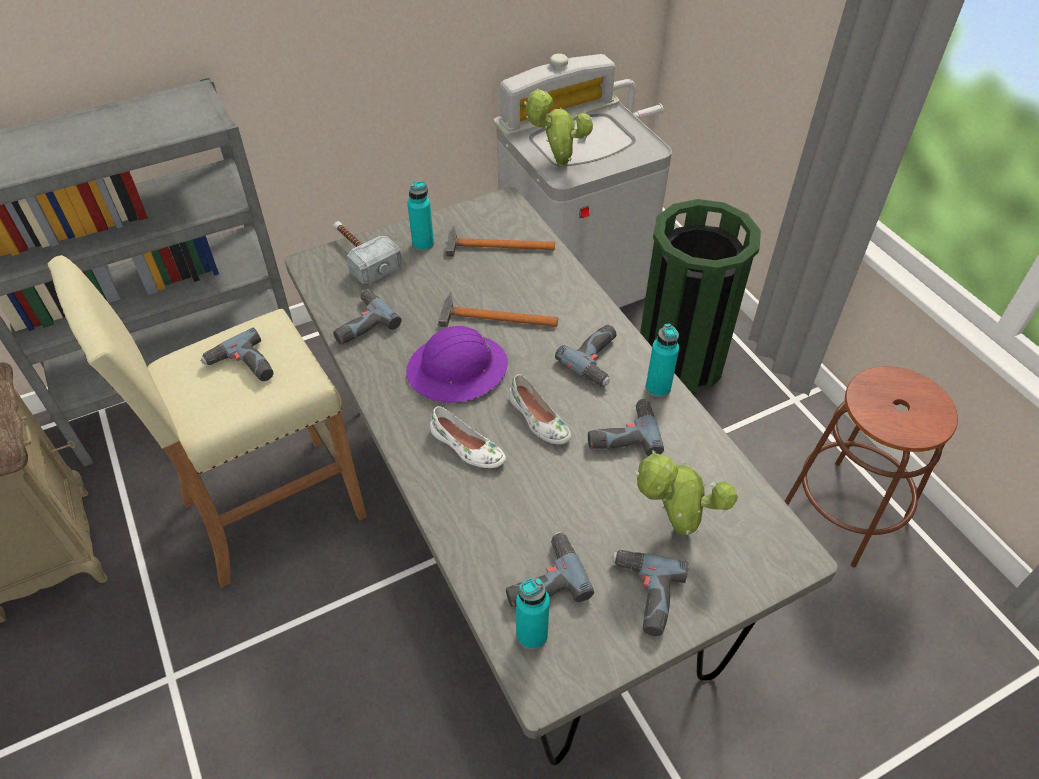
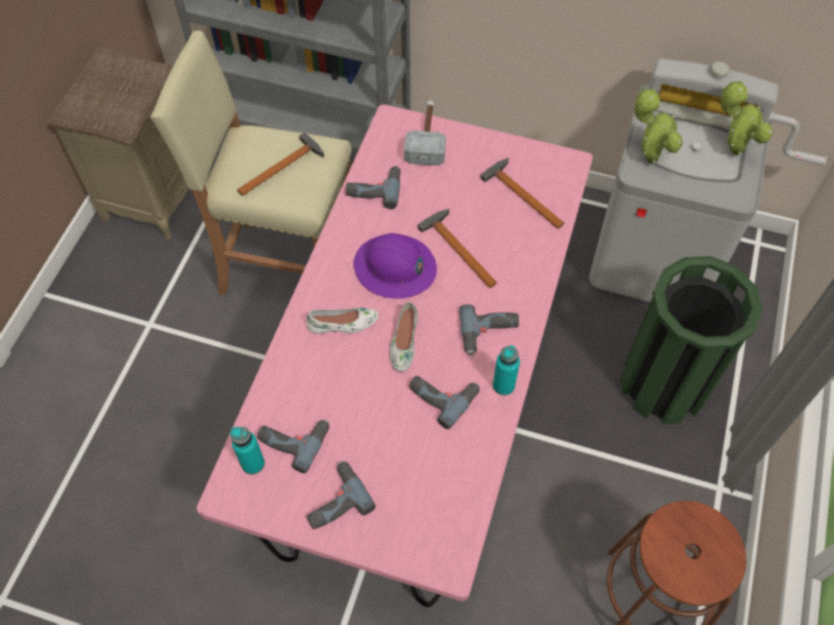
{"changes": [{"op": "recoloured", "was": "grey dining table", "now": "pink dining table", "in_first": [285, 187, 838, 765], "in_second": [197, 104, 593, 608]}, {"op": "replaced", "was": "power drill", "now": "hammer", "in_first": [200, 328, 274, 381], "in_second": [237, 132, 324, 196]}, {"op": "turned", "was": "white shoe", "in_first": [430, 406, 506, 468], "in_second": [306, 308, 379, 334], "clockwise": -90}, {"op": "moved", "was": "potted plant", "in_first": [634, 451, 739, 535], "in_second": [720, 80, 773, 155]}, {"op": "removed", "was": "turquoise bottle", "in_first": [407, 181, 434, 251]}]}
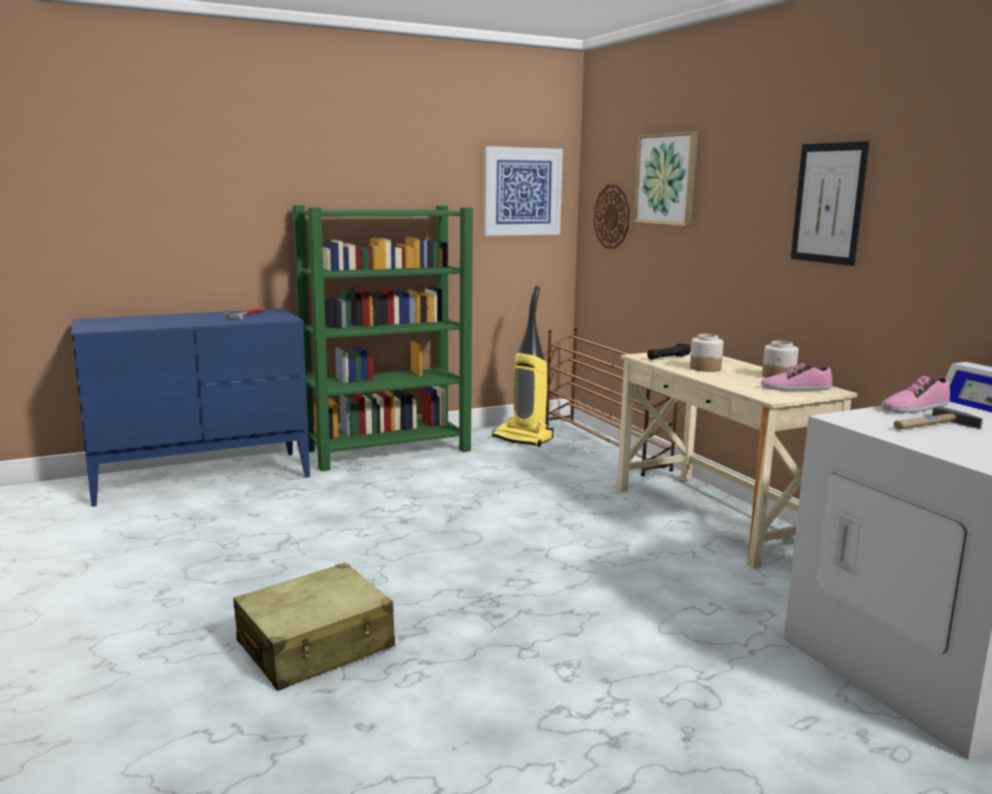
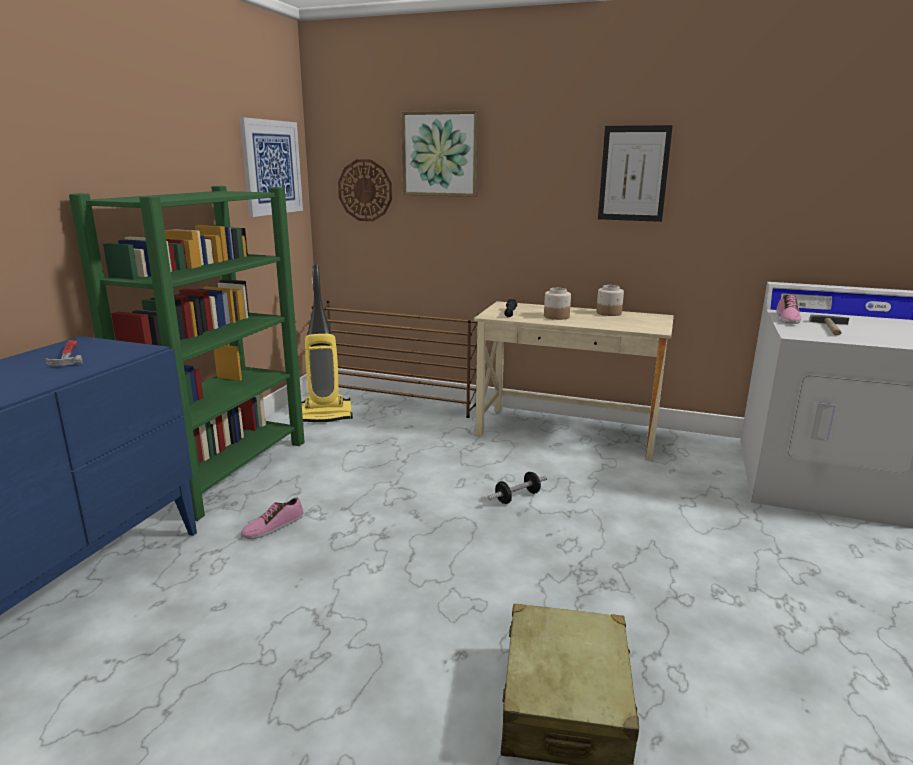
{"changes": [{"op": "moved", "was": "shoe", "in_first": [761, 363, 832, 391], "in_second": [241, 498, 303, 539]}, {"op": "added", "now": "dumbbell", "in_second": [487, 472, 547, 504]}]}
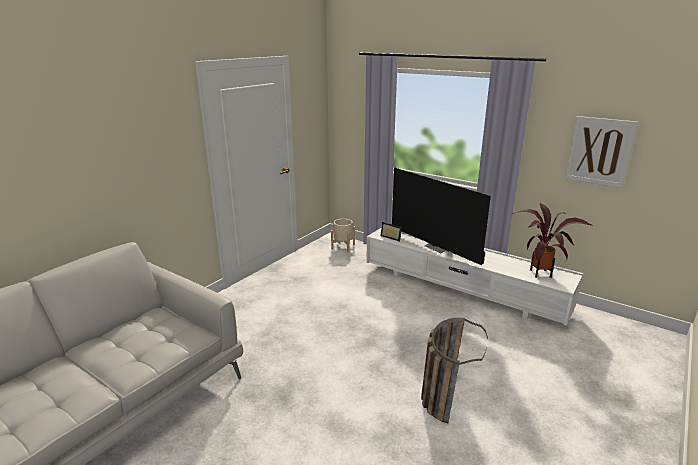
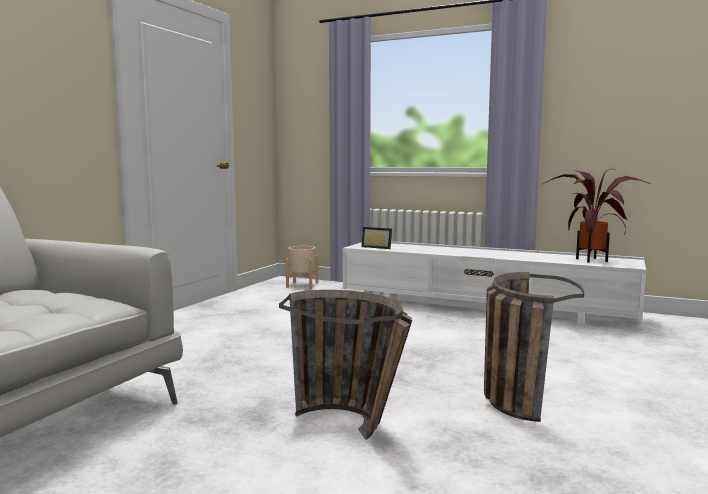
{"changes": [{"op": "added", "now": "basket", "in_second": [279, 290, 412, 440]}, {"op": "removed", "was": "television", "in_first": [392, 168, 491, 265]}, {"op": "removed", "was": "picture", "in_first": [565, 116, 638, 188]}]}
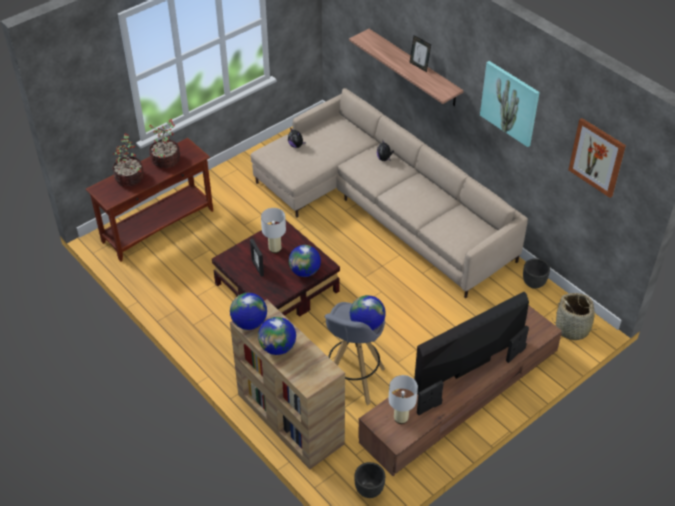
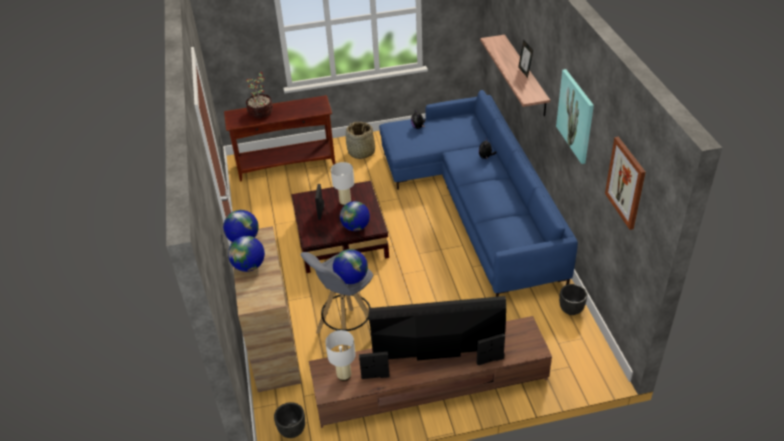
{"changes": [{"op": "moved", "was": "basket", "in_first": [552, 293, 601, 340], "in_second": [346, 122, 375, 159]}, {"op": "recoloured", "was": "beige sofa", "now": "blue sofa", "in_first": [250, 88, 528, 298], "in_second": [379, 90, 578, 297]}, {"op": "removed", "was": "potted plant", "in_first": [149, 119, 180, 168]}]}
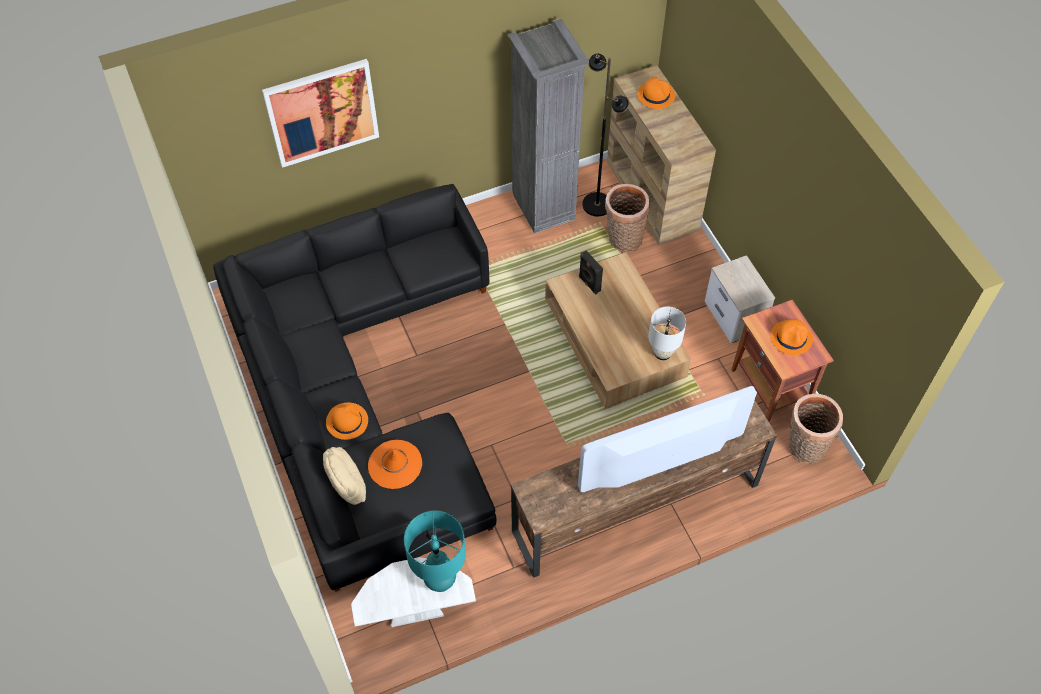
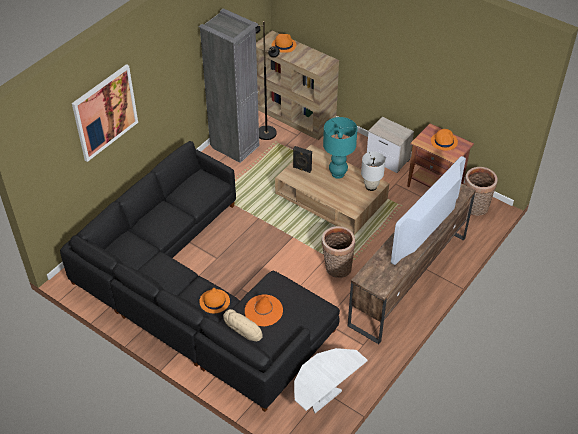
{"changes": [{"op": "moved", "was": "basket", "in_first": [605, 184, 649, 252], "in_second": [321, 226, 355, 278]}, {"op": "moved", "was": "turquoise table lamp", "in_first": [404, 510, 466, 592], "in_second": [323, 117, 357, 179]}]}
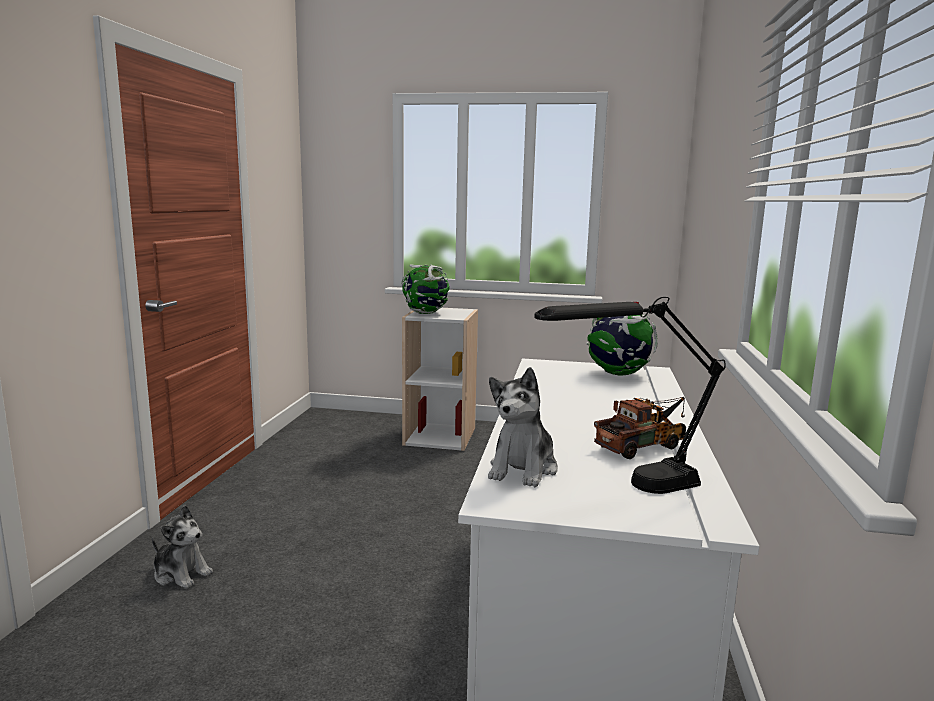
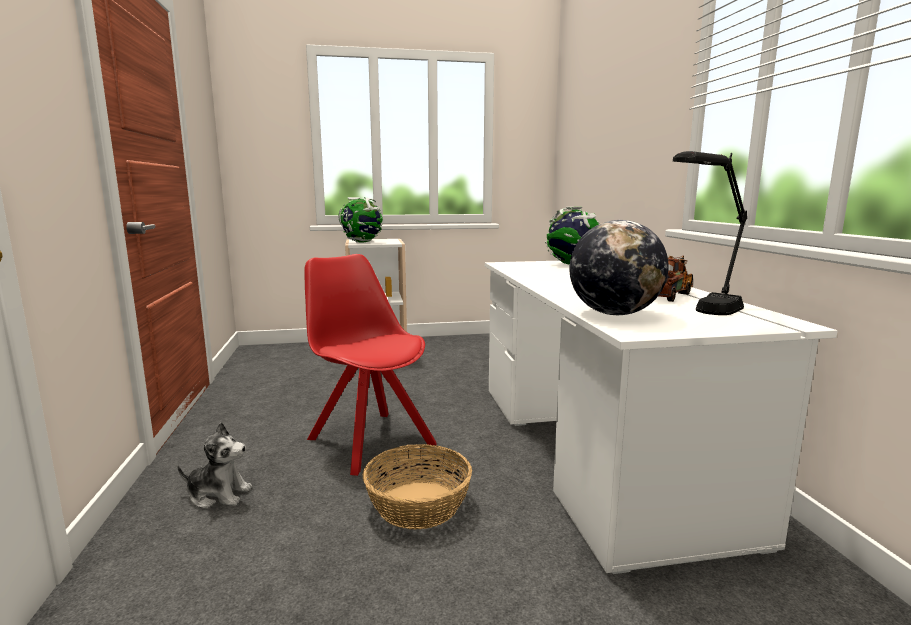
{"changes": [{"op": "added", "now": "red chair", "in_second": [304, 254, 436, 476]}, {"op": "added", "now": "basket", "in_second": [362, 444, 472, 529]}, {"op": "replaced", "was": "plush toy", "now": "globe", "in_first": [488, 367, 558, 487], "in_second": [569, 220, 669, 315]}]}
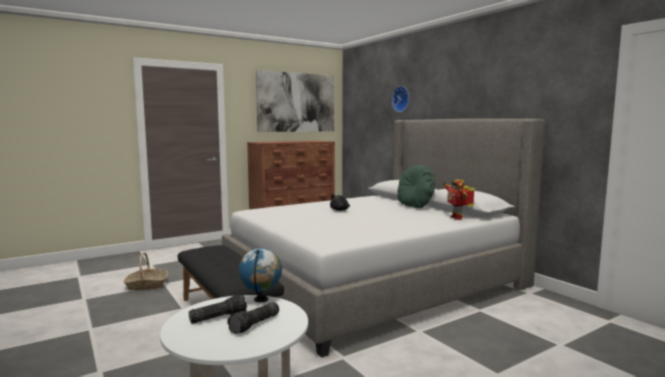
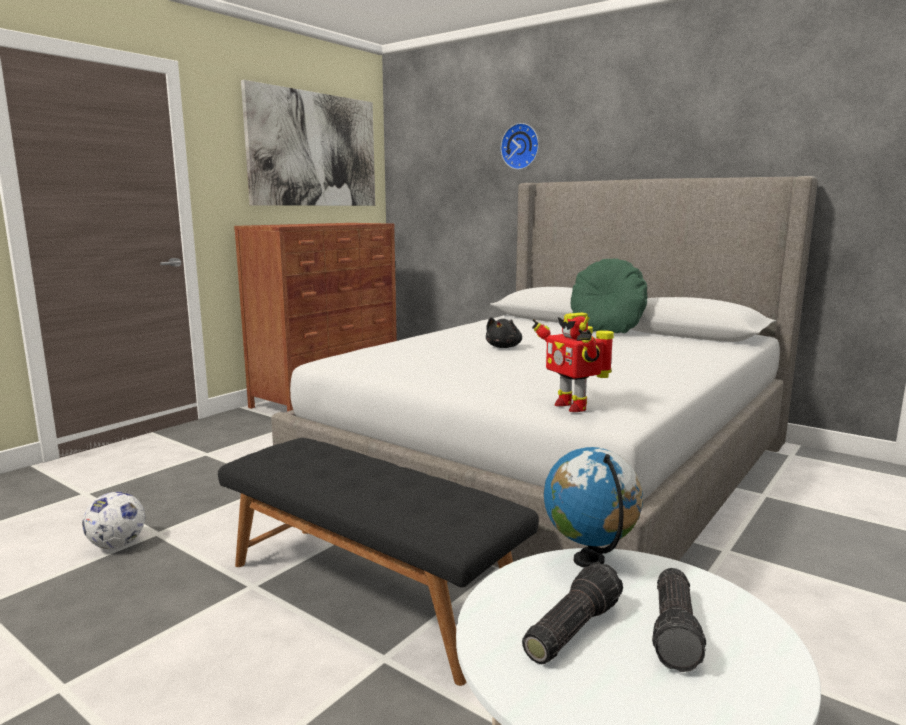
{"changes": [{"op": "replaced", "was": "basket", "now": "football", "in_first": [124, 253, 168, 290], "in_second": [82, 492, 145, 549]}, {"op": "moved", "was": "toy robot", "in_first": [443, 180, 475, 220], "in_second": [532, 312, 614, 412]}]}
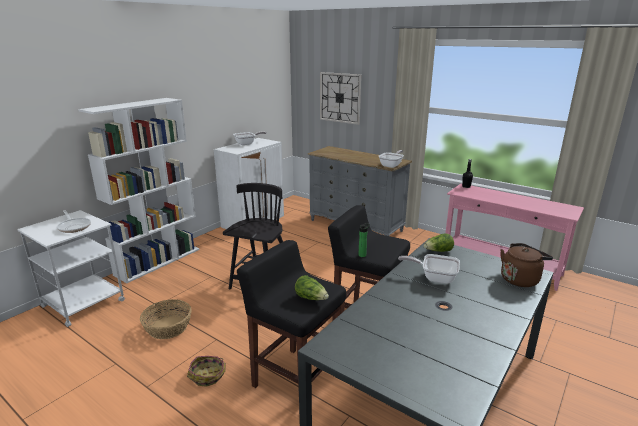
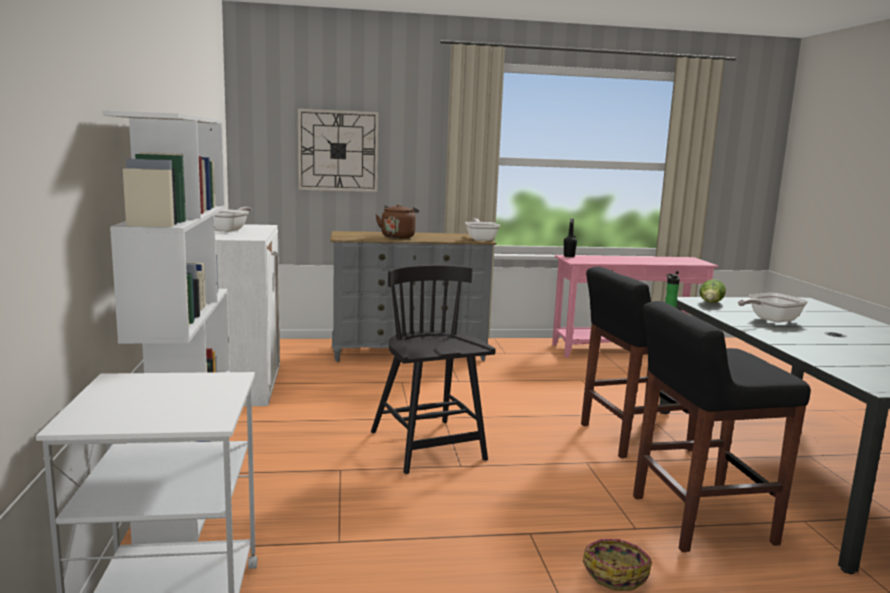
{"changes": [{"op": "moved", "was": "brown kettle", "in_first": [500, 243, 553, 287], "in_second": [375, 204, 419, 239]}, {"op": "removed", "was": "frying pan", "in_first": [57, 210, 91, 233]}, {"op": "removed", "was": "basket", "in_first": [140, 299, 192, 339]}, {"op": "removed", "was": "lettuce", "in_first": [295, 275, 329, 300]}]}
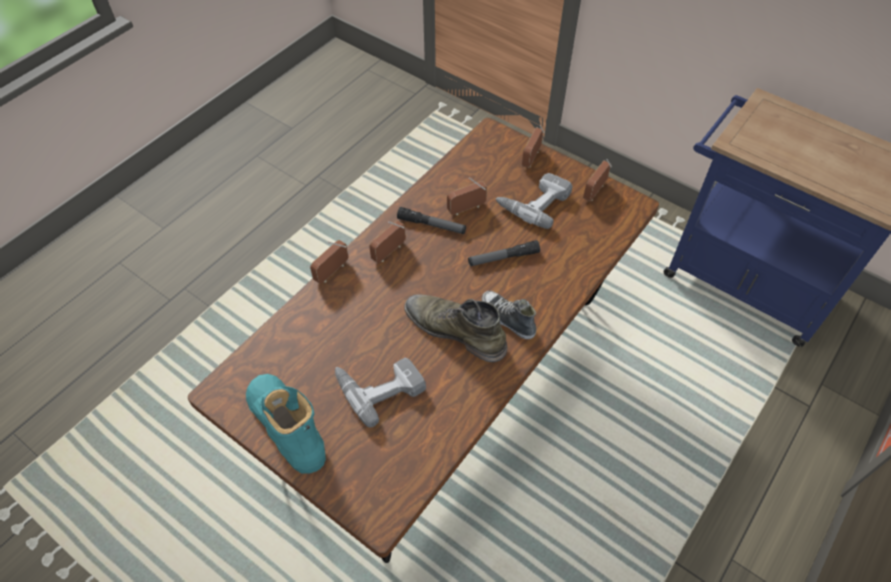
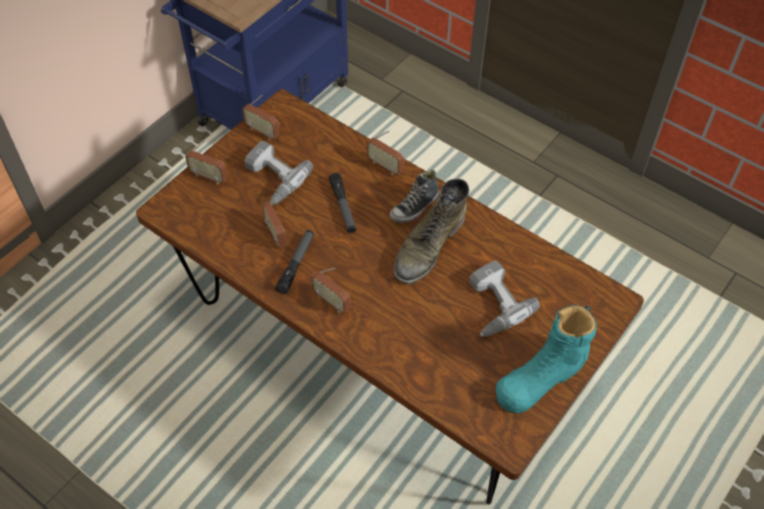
{"changes": [{"op": "moved", "was": "radio", "in_first": [310, 240, 349, 284], "in_second": [367, 130, 404, 175]}]}
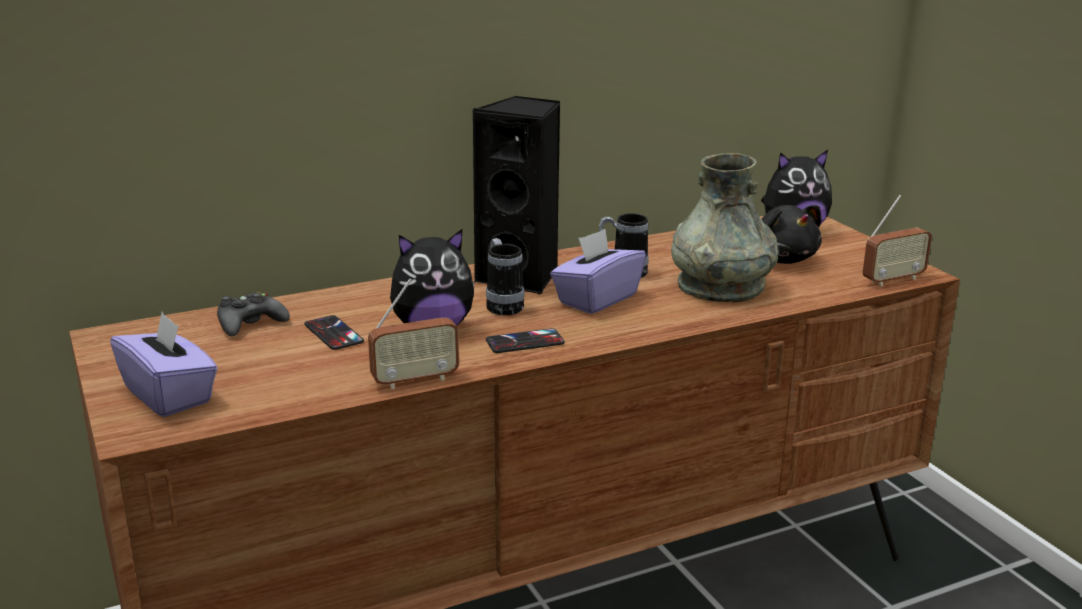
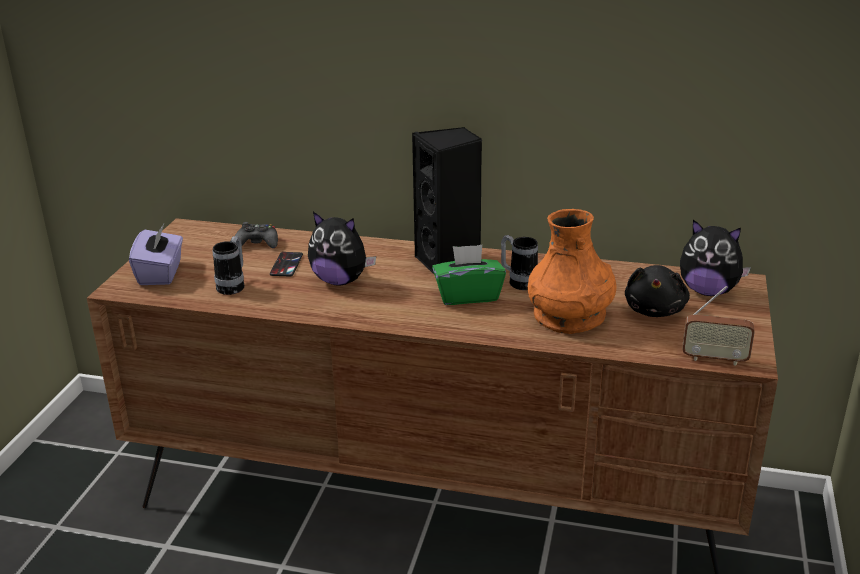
{"changes": [{"op": "moved", "was": "mug", "in_first": [486, 238, 524, 315], "in_second": [213, 236, 244, 295]}, {"op": "recoloured", "was": "purple tissue box", "now": "green tissue box", "in_first": [550, 229, 646, 314], "in_second": [432, 245, 506, 305]}, {"op": "recoloured", "was": "grey vase", "now": "orange vase", "in_first": [671, 153, 779, 302], "in_second": [528, 209, 616, 334]}, {"op": "removed", "was": "radio", "in_first": [368, 278, 459, 389]}, {"op": "removed", "was": "phone", "in_first": [486, 328, 565, 353]}]}
